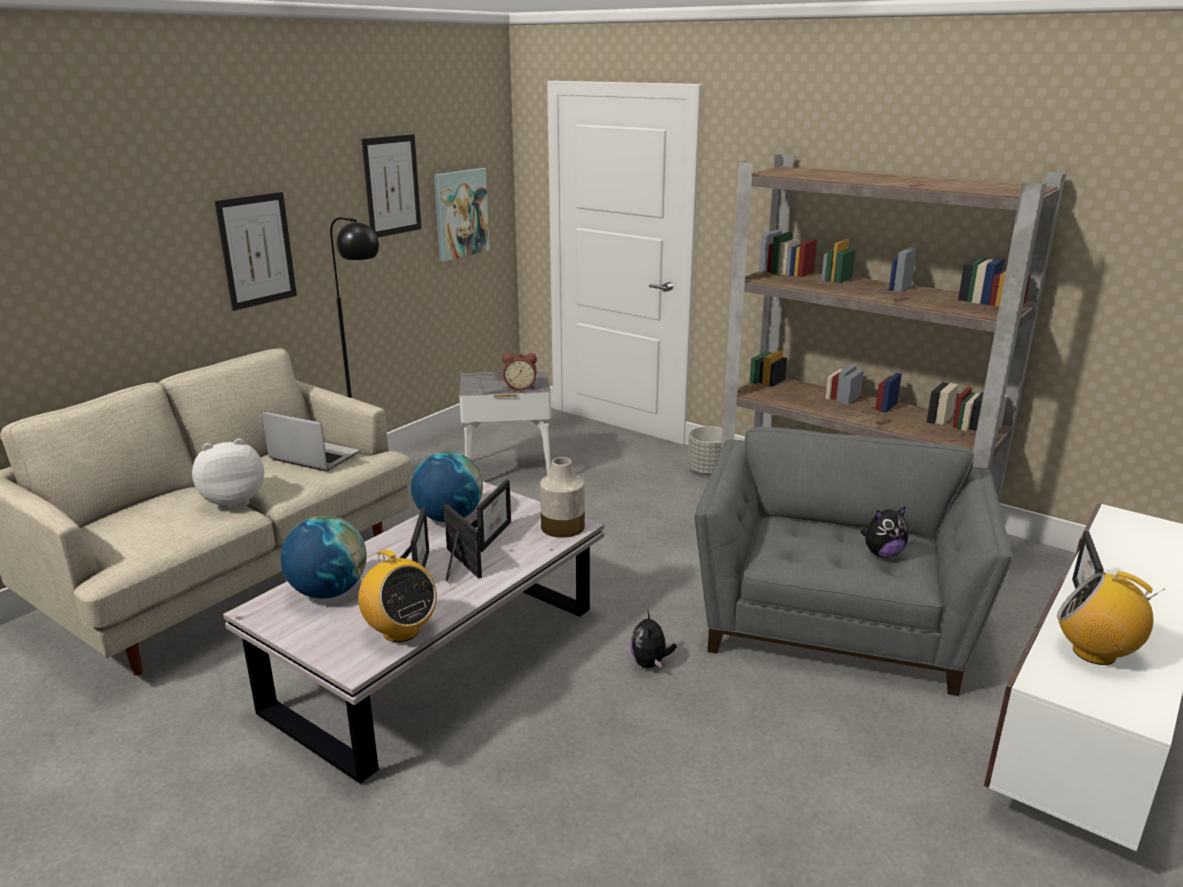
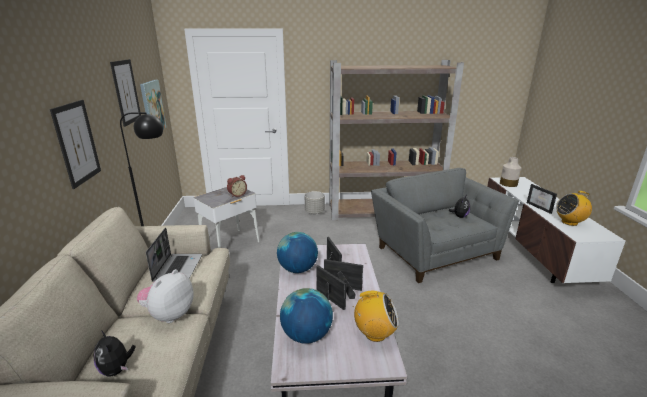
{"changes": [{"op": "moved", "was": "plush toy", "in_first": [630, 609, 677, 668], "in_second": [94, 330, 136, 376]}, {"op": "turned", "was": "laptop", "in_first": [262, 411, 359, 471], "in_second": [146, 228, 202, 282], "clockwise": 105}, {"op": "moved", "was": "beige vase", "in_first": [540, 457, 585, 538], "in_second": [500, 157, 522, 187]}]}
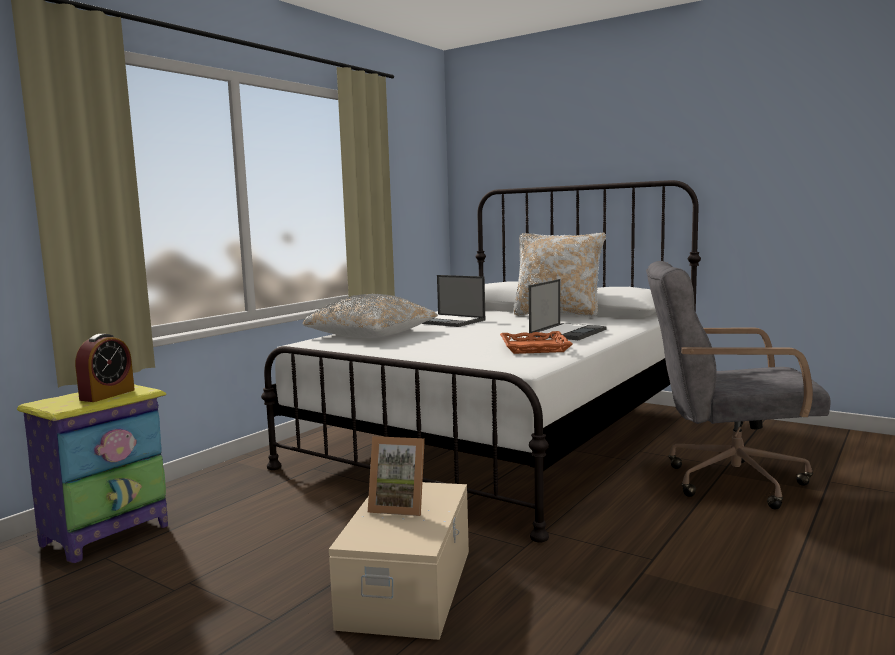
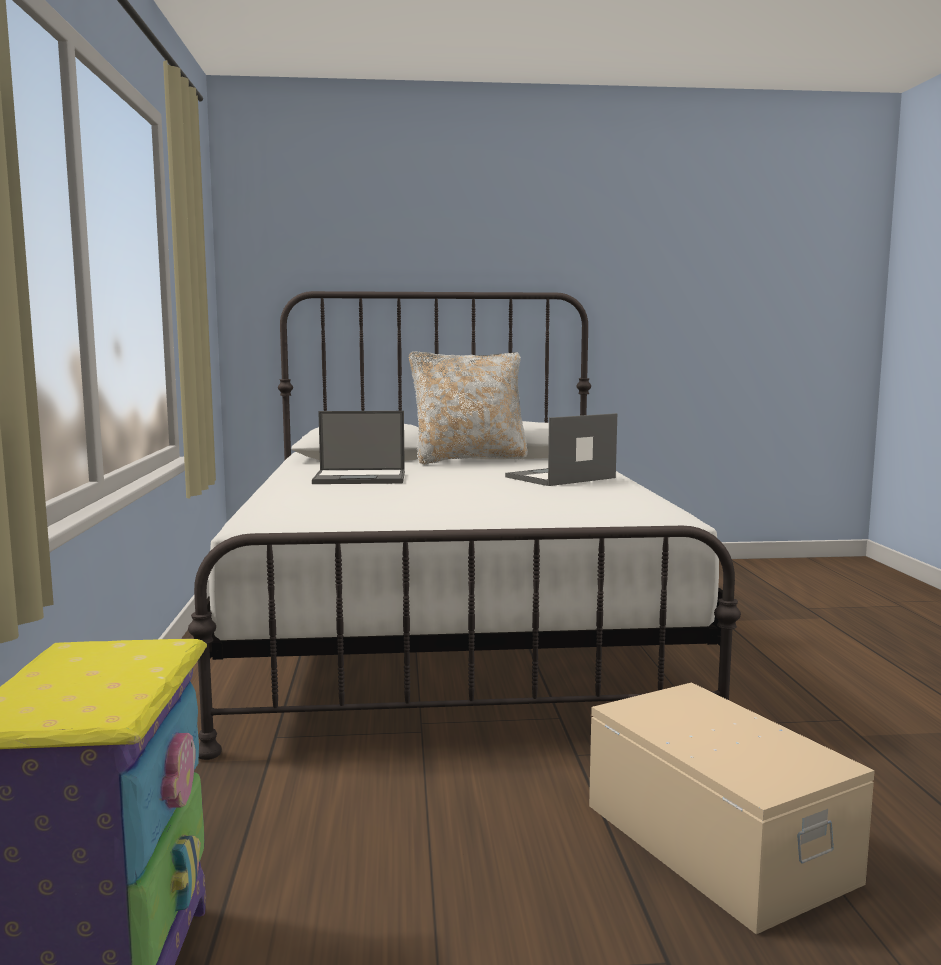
{"changes": [{"op": "turned", "was": "laptop", "in_first": [529, 279, 607, 340], "in_second": [505, 413, 617, 486], "clockwise": -120}, {"op": "removed", "was": "alarm clock", "in_first": [75, 334, 135, 402]}, {"op": "removed", "was": "white pillow", "in_first": [302, 293, 438, 338]}, {"op": "removed", "was": "picture frame", "in_first": [368, 436, 425, 516]}, {"op": "removed", "was": "orange tray", "in_first": [500, 331, 573, 354]}, {"op": "removed", "was": "grey office chair", "in_first": [646, 261, 830, 510]}]}
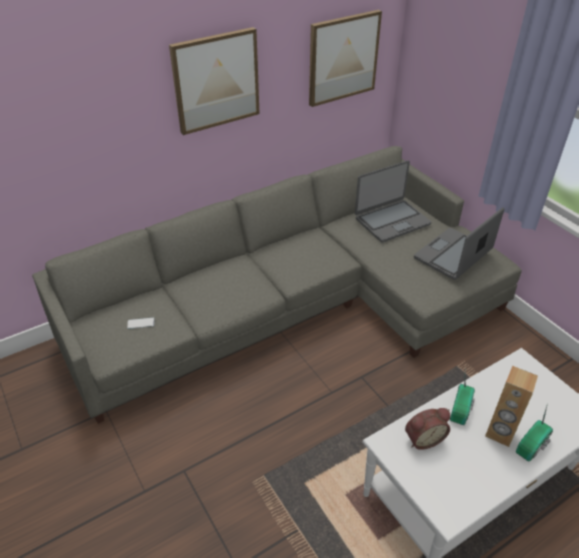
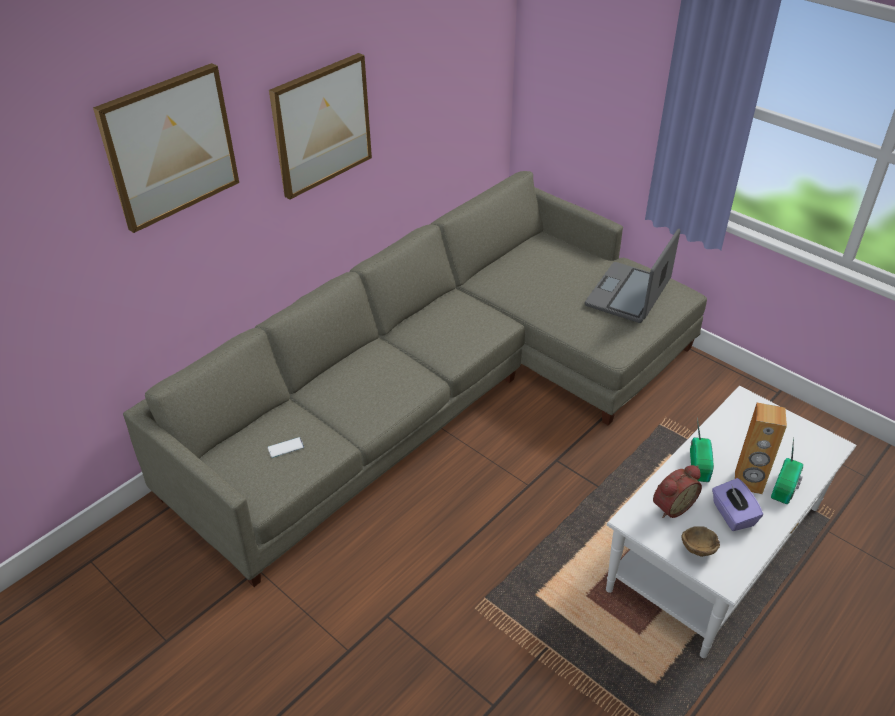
{"changes": [{"op": "moved", "was": "picture", "in_first": [309, 10, 382, 107], "in_second": [93, 63, 239, 233]}, {"op": "added", "now": "brown bowl", "in_second": [681, 526, 720, 557]}, {"op": "added", "now": "purple tissue box", "in_second": [712, 478, 763, 531]}, {"op": "removed", "was": "laptop", "in_first": [355, 160, 431, 242]}]}
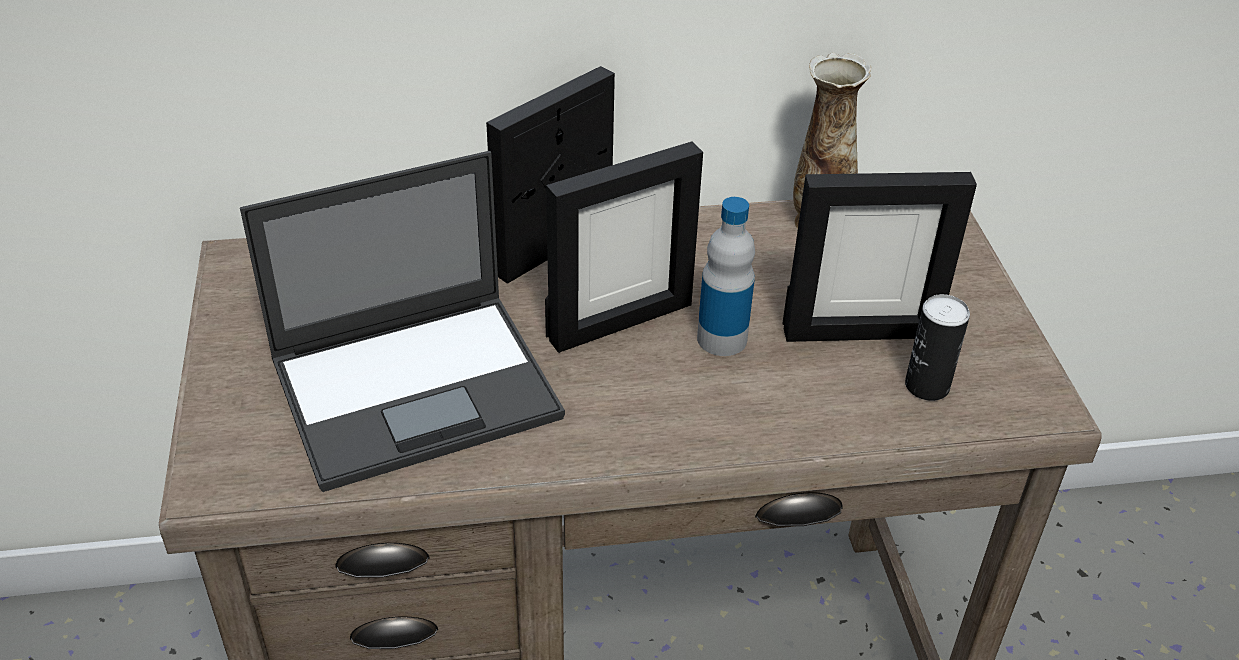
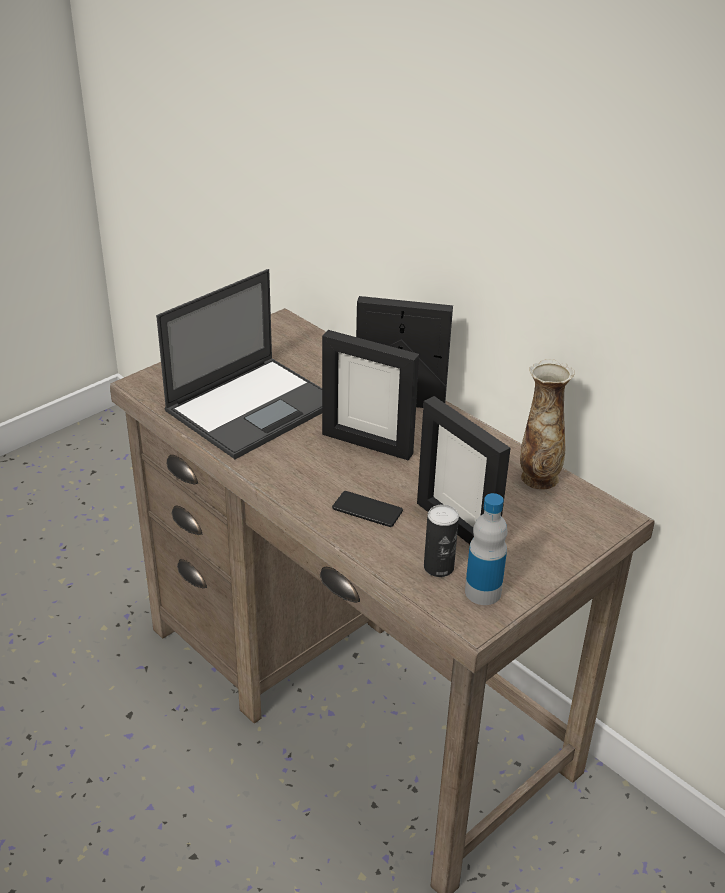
{"changes": [{"op": "turned", "was": "laptop", "in_first": [240, 151, 565, 492], "in_second": [156, 269, 322, 459], "clockwise": -75}, {"op": "added", "now": "phone", "in_second": [332, 491, 403, 527]}, {"op": "moved", "was": "bottle", "in_first": [697, 197, 755, 356], "in_second": [465, 493, 508, 605]}]}
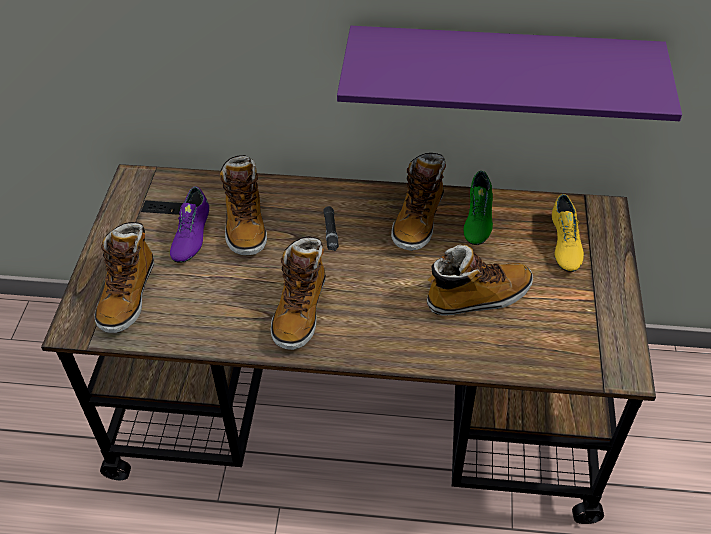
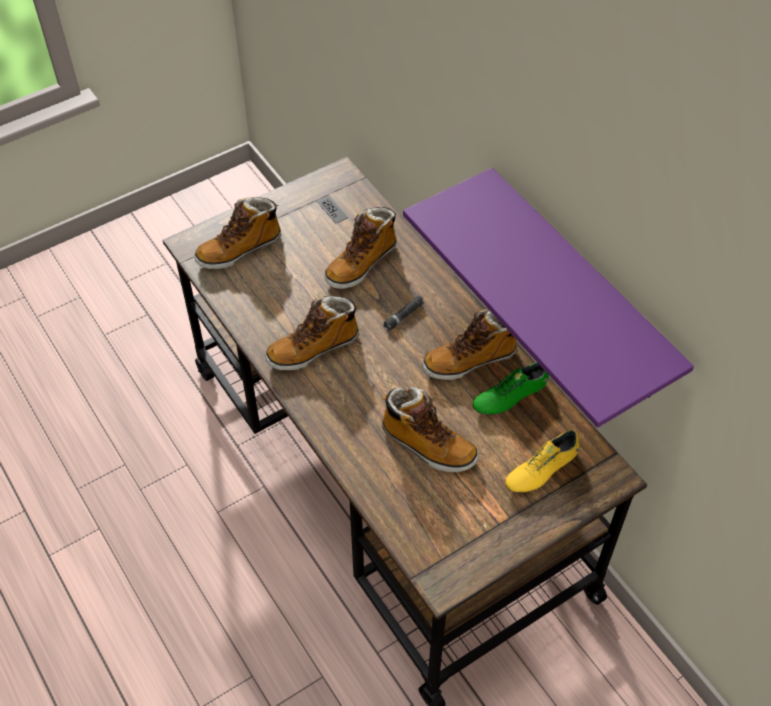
{"changes": [{"op": "removed", "was": "purple shoe", "in_first": [170, 186, 209, 263]}]}
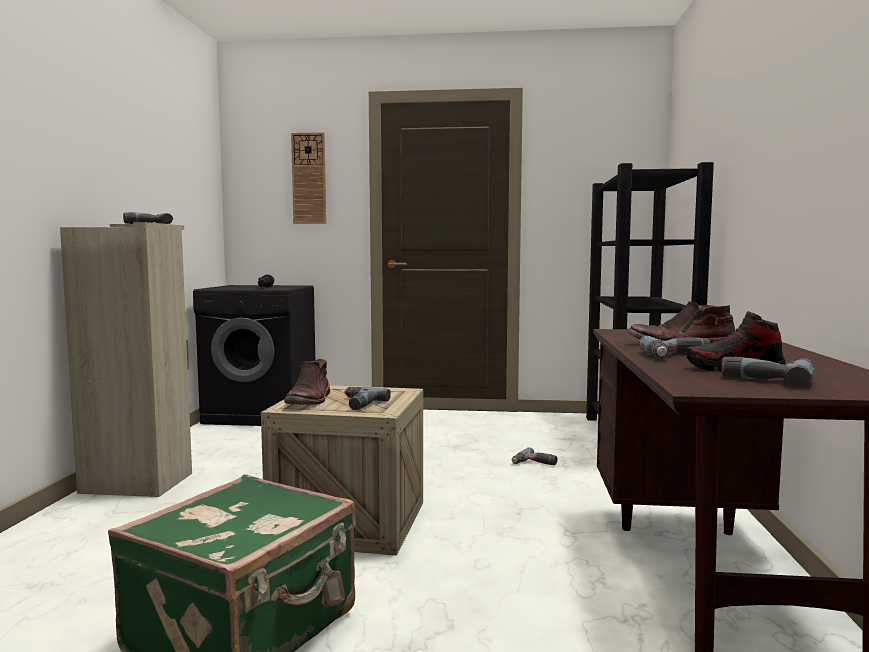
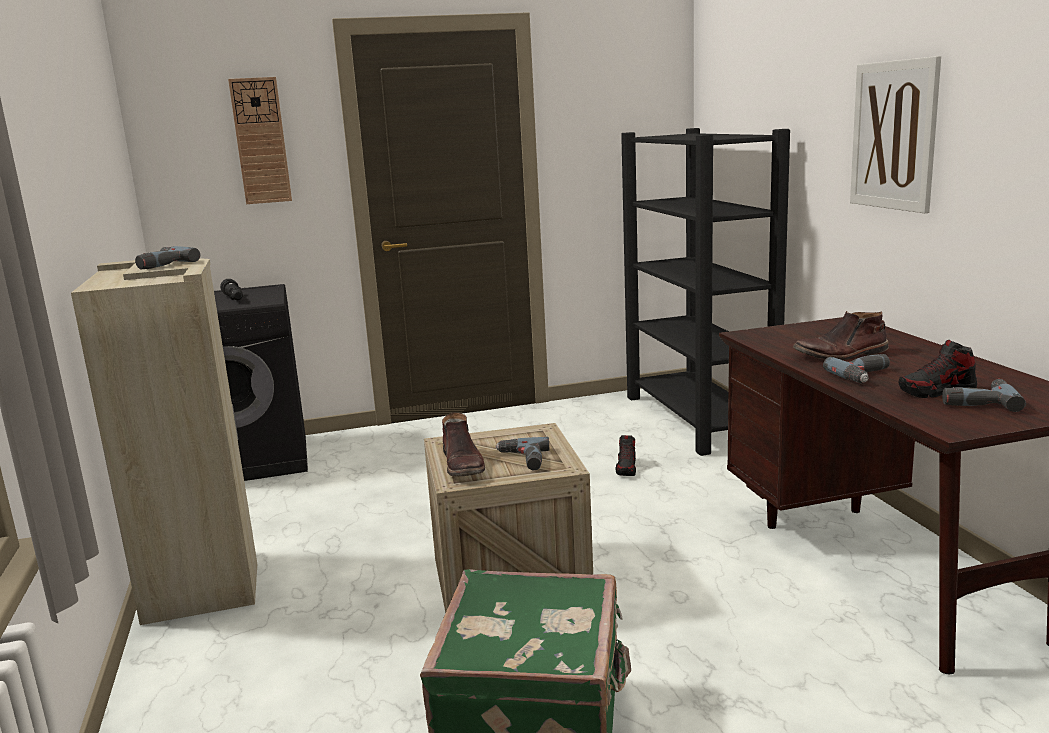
{"changes": [{"op": "replaced", "was": "power drill", "now": "shoe", "in_first": [512, 448, 558, 465], "in_second": [615, 435, 636, 476]}, {"op": "added", "now": "picture", "in_second": [850, 56, 941, 213]}]}
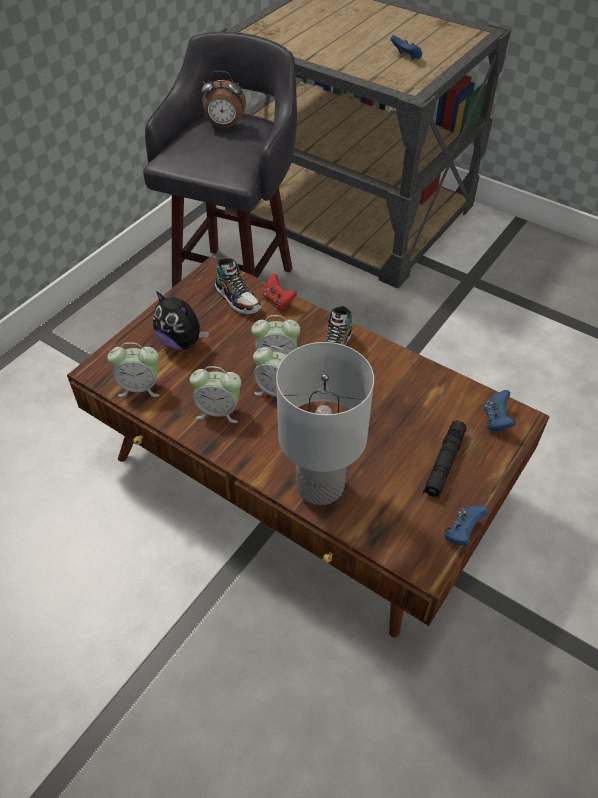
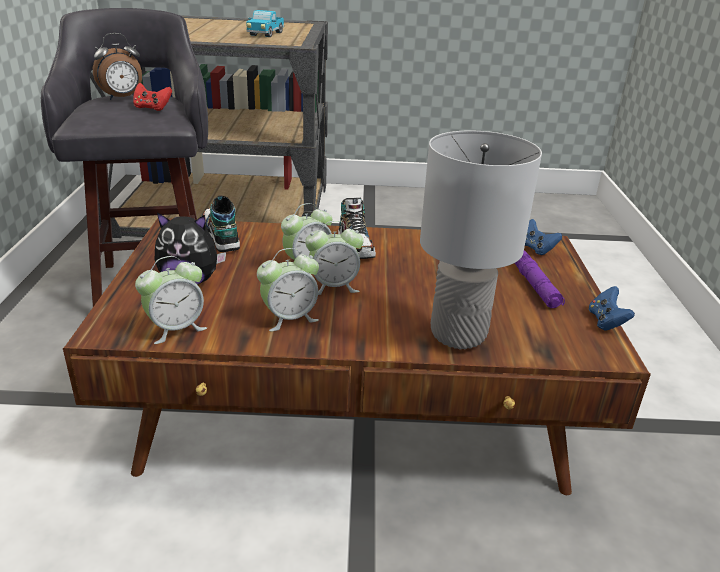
{"changes": [{"op": "moved", "was": "red game controller", "in_first": [263, 273, 297, 310], "in_second": [133, 83, 172, 111]}, {"op": "turned", "was": "shoe", "in_first": [215, 258, 262, 315], "in_second": [201, 196, 240, 252], "clockwise": -135}, {"op": "replaced", "was": "blue game controller", "now": "toy truck", "in_first": [390, 35, 422, 60], "in_second": [246, 10, 284, 37]}, {"op": "recoloured", "was": "black flashlight", "now": "purple flashlight", "in_first": [423, 420, 467, 499], "in_second": [515, 250, 565, 308]}]}
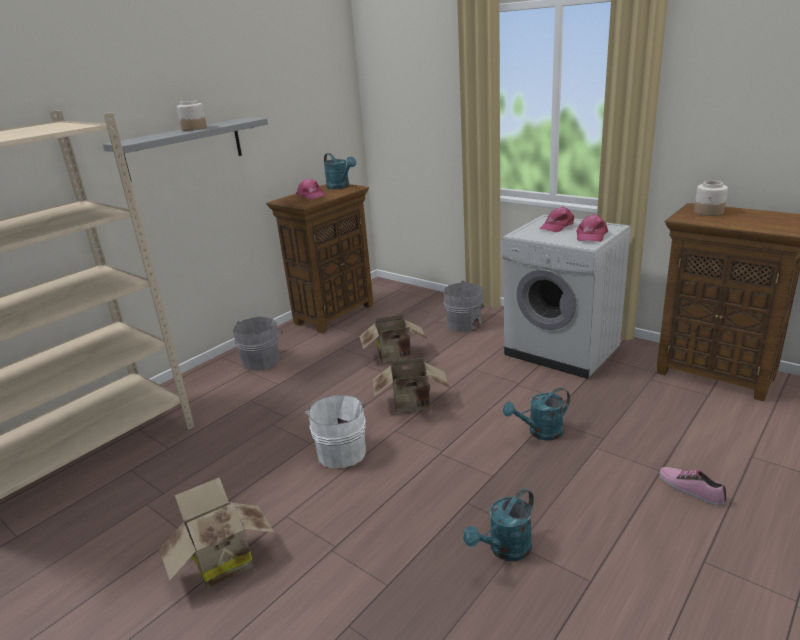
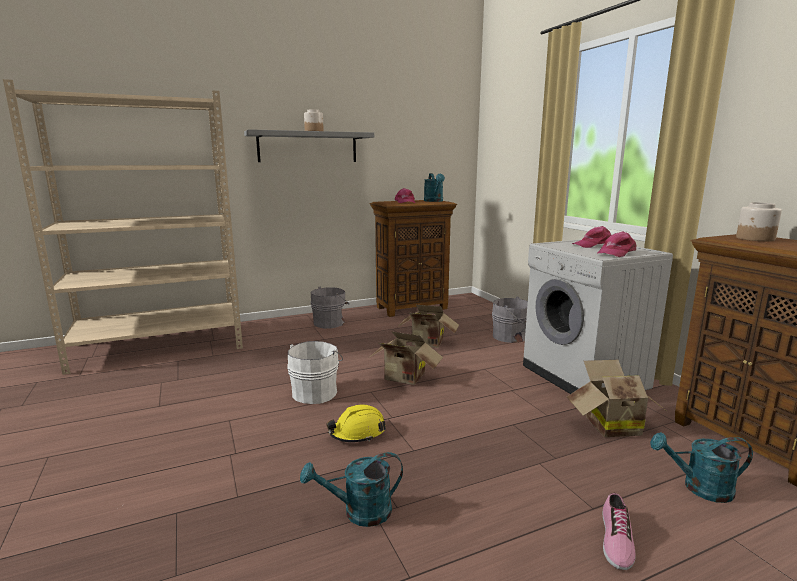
{"changes": [{"op": "added", "now": "yellow hard hat", "in_second": [327, 405, 386, 442]}, {"op": "moved", "was": "cardboard box", "in_first": [159, 478, 274, 589], "in_second": [567, 360, 668, 437]}, {"op": "turned", "was": "shoe", "in_first": [659, 467, 727, 506], "in_second": [602, 493, 636, 570], "clockwise": -150}, {"op": "moved", "was": "turquoise watering can", "in_first": [503, 388, 570, 441], "in_second": [650, 432, 753, 503]}]}
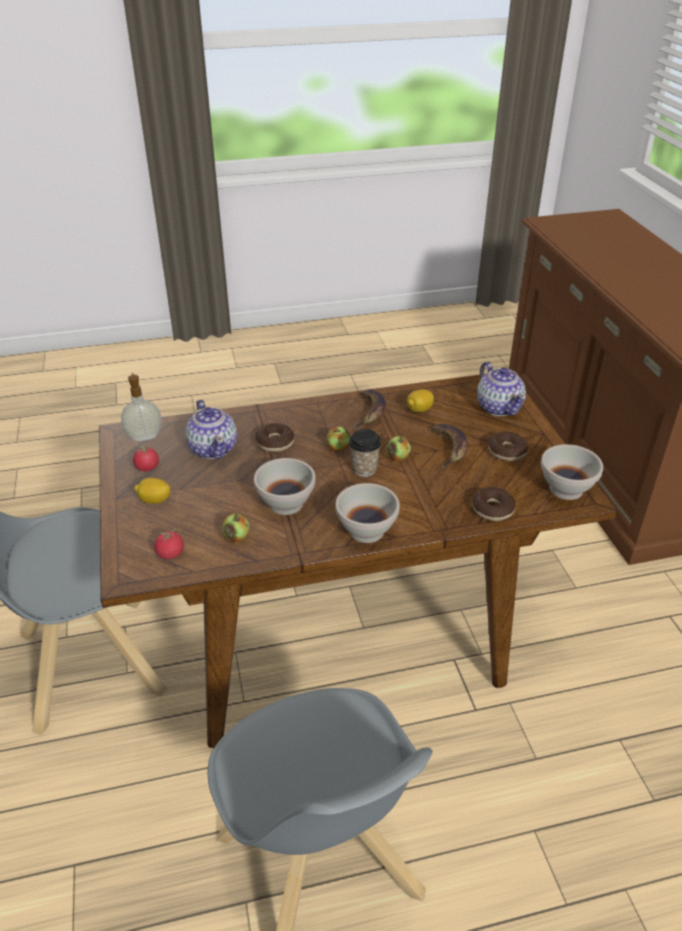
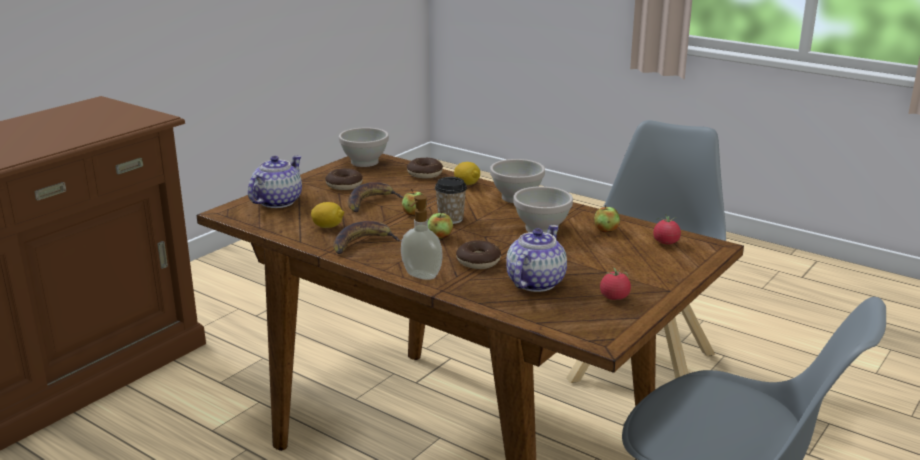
{"changes": [{"op": "moved", "was": "soap dispenser", "in_first": [121, 373, 161, 441], "in_second": [401, 195, 443, 280]}, {"op": "moved", "was": "lemon", "in_first": [134, 478, 171, 504], "in_second": [454, 162, 480, 185]}]}
